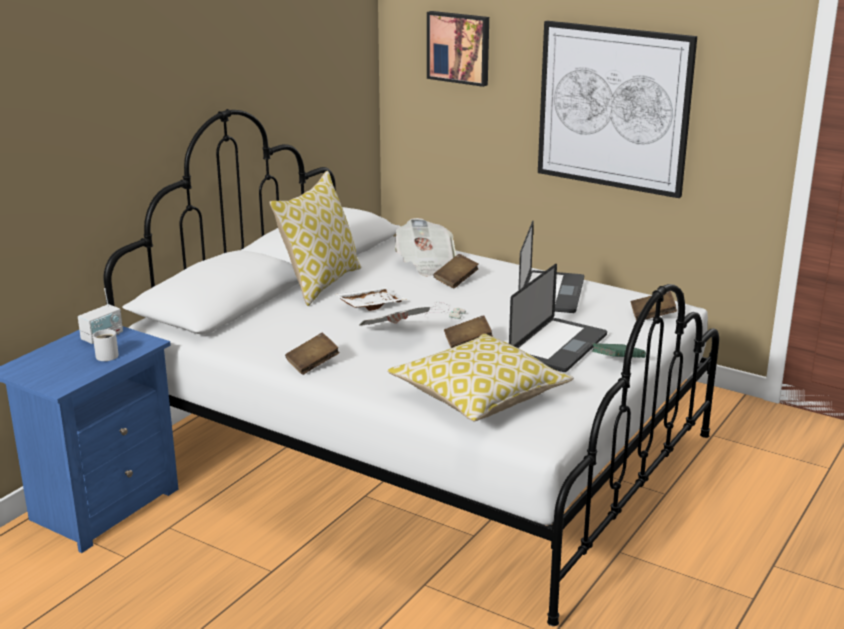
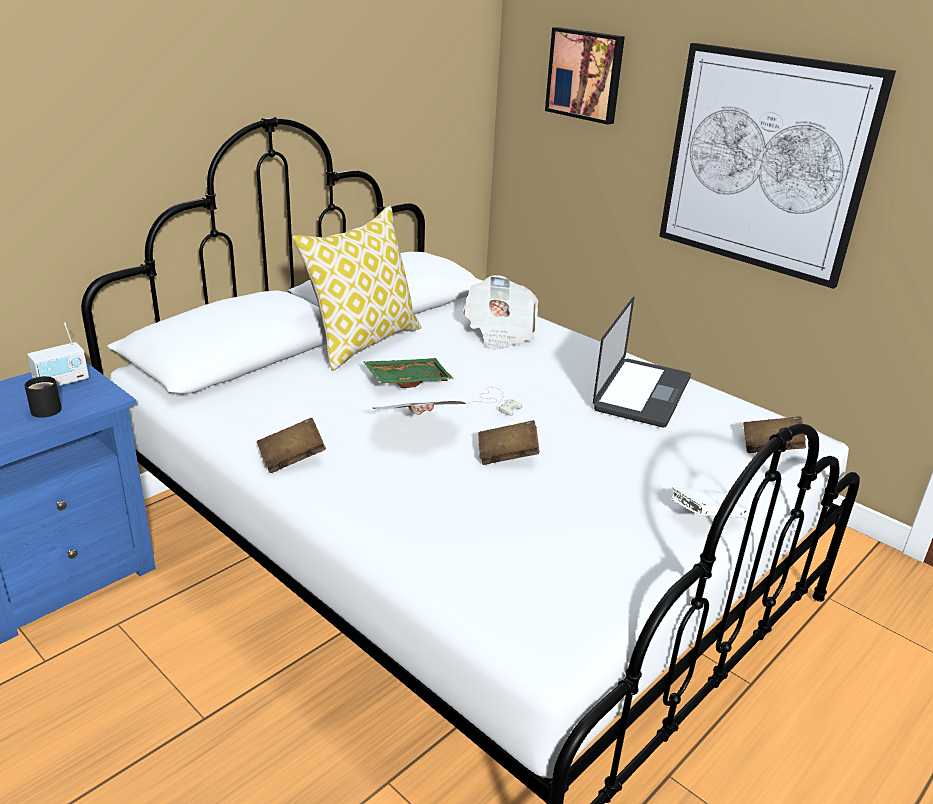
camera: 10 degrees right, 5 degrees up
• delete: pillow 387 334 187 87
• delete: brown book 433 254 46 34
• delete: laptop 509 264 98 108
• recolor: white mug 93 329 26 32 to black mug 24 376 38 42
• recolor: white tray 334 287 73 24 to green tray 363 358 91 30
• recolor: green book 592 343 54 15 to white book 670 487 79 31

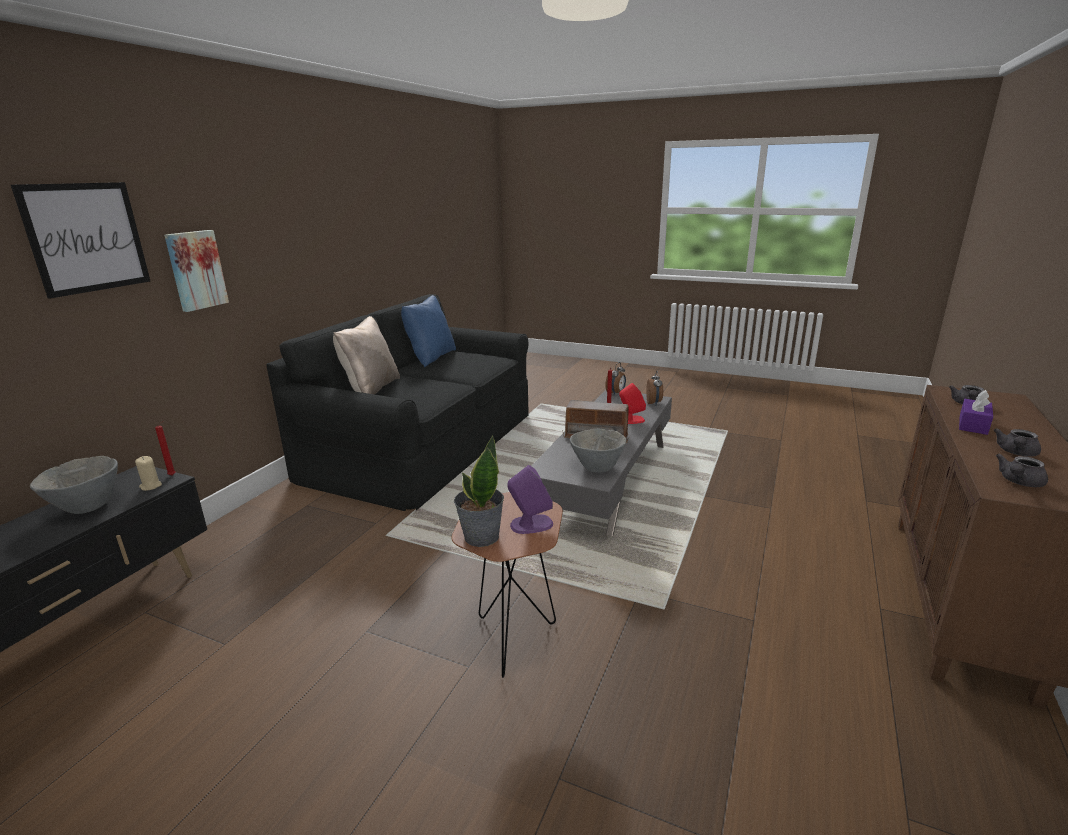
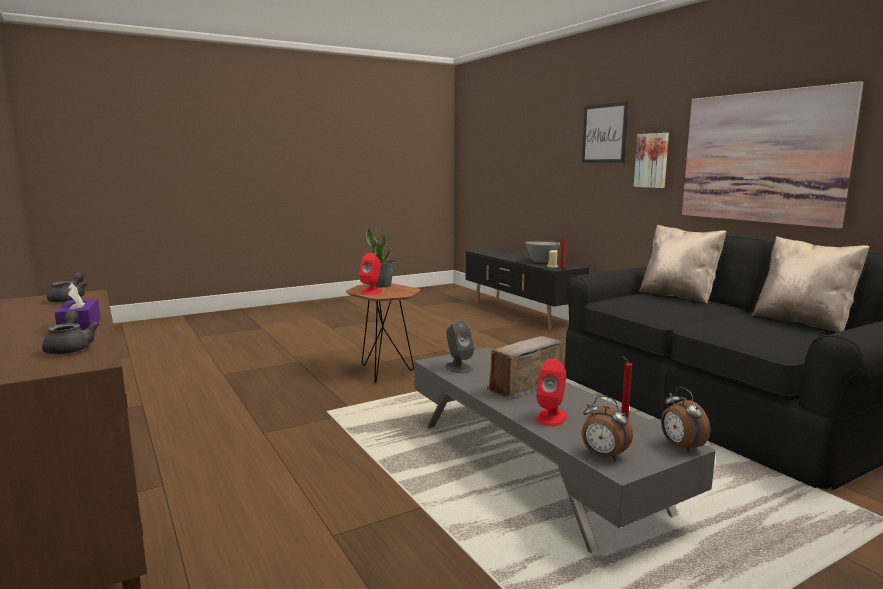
camera: 125 degrees right, 10 degrees down
• delete: grey teapot 994 428 47 29
• insert: picture 682 81 182 148
• replace: grey bowl 570 429 56 44 to grey speaker 445 320 29 53
• recolor: blue pillow 401 295 55 72 to beige pillow 752 236 118 96
• recolor: purple speaker 507 465 46 69 to red speaker 359 253 23 42

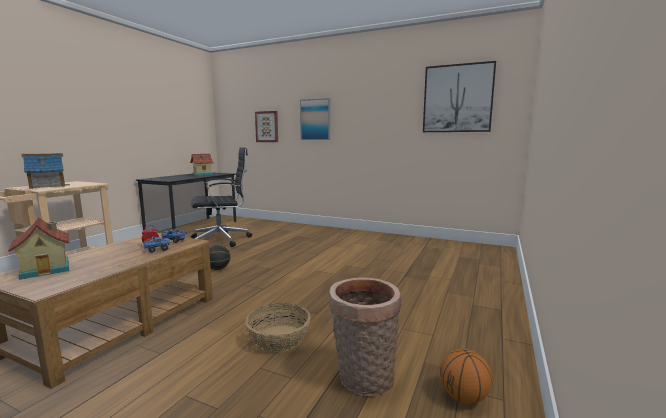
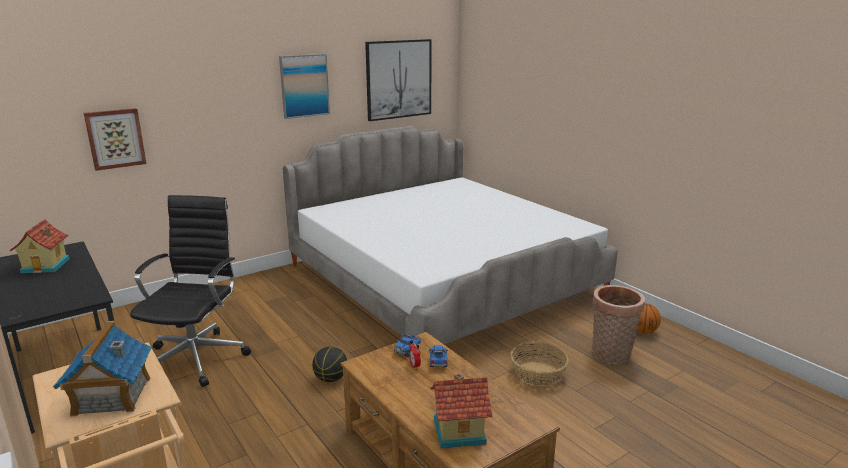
camera: 60 degrees left, 10 degrees up
• insert: bed 283 126 335 218
• move: picture 300 98 30 42 to 279 54 51 65

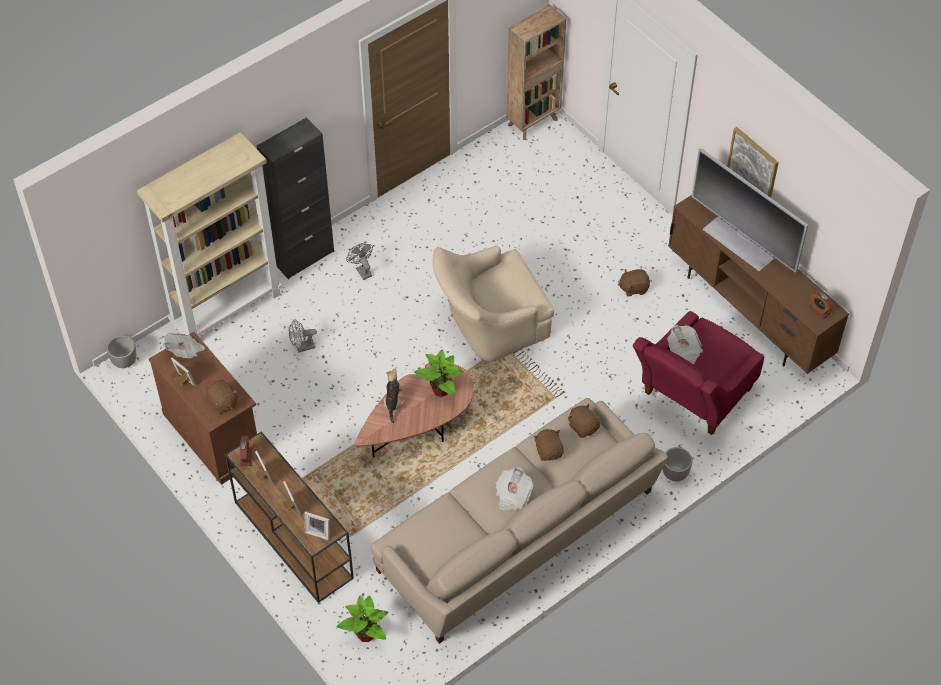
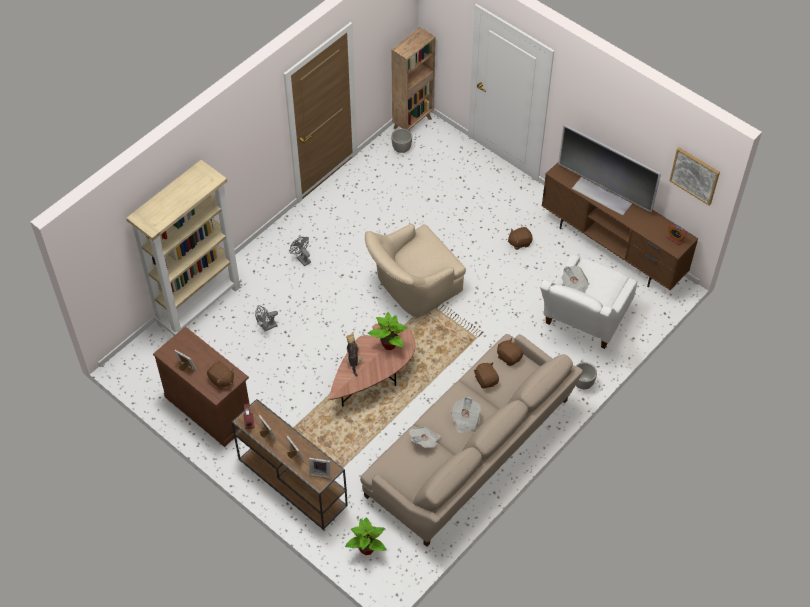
camera: 10 degrees left, 0 degrees up
• delete: black cabinet 257 117 77 162
• move: planter 107 335 29 33 to 391 128 21 25
• move: newspaper 163 333 42 26 to 409 426 32 22
• move: picture 727 127 52 71 to 669 147 51 58
• recolor: red armchair 633 311 131 124 to white armchair 540 254 97 95

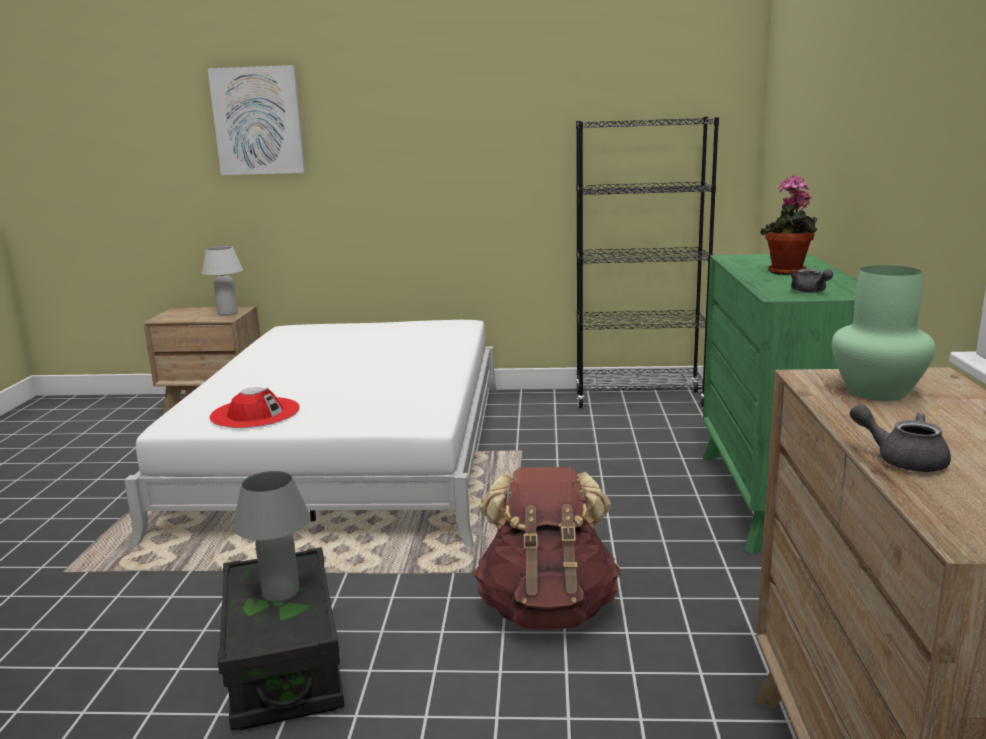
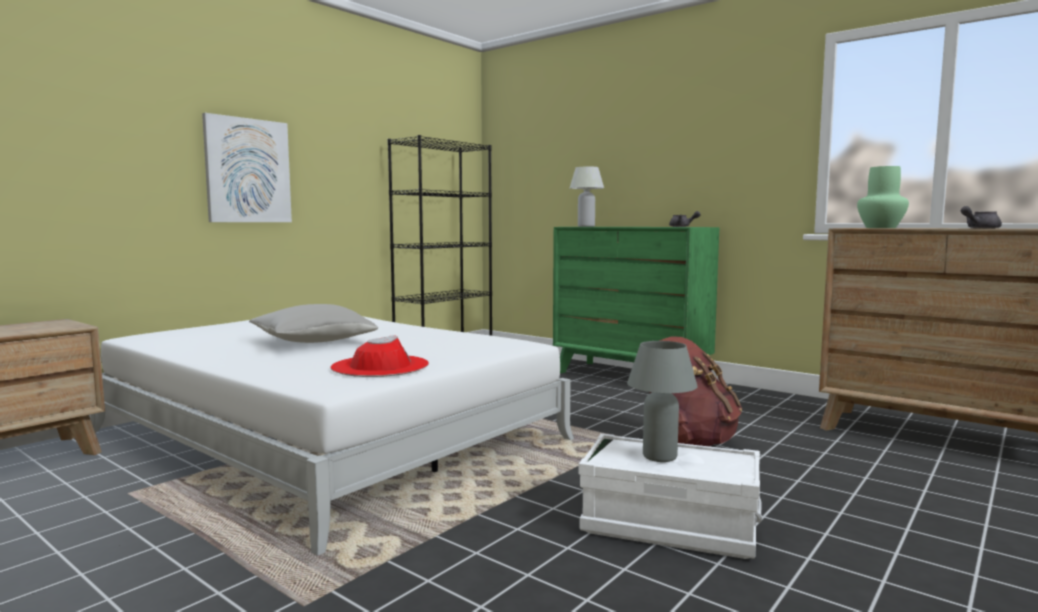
camera: 55 degrees left, 10 degrees down
• delete: potted plant 760 175 57 100
• insert: grey pillow 249 304 129 39
• move: white table lamp 202 246 41 70 to 570 167 34 60
• move: picture 208 65 97 110 to 202 113 90 109
• recolor: black storage box 218 547 126 184 to white storage box 579 433 183 126

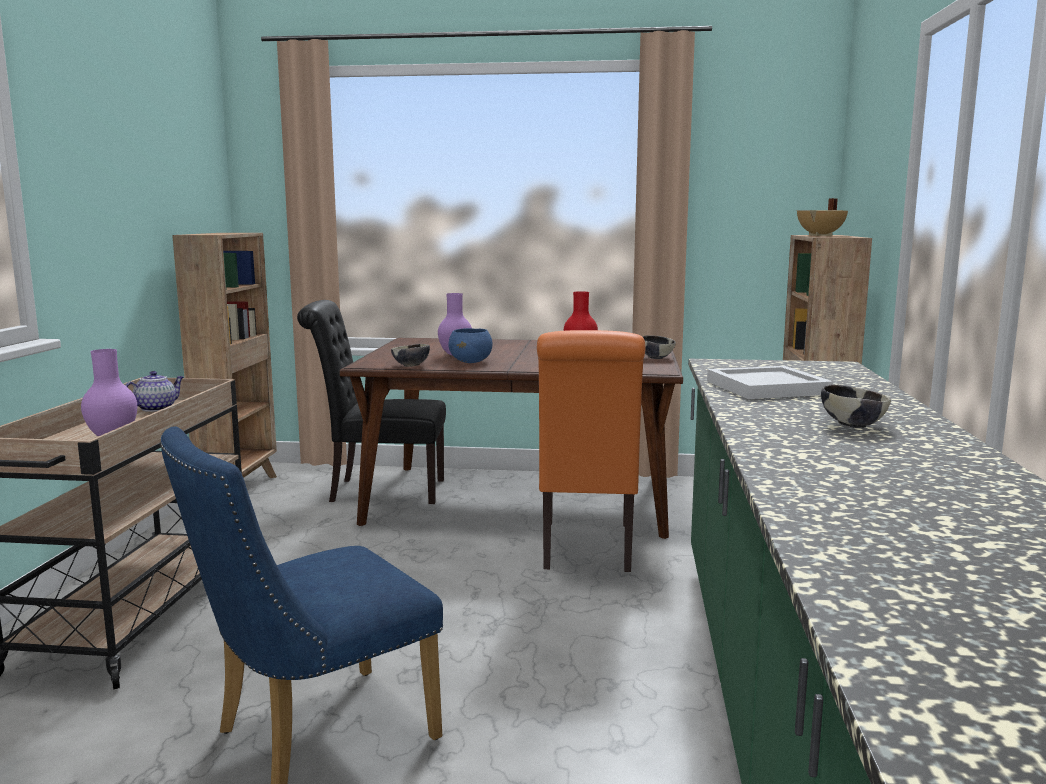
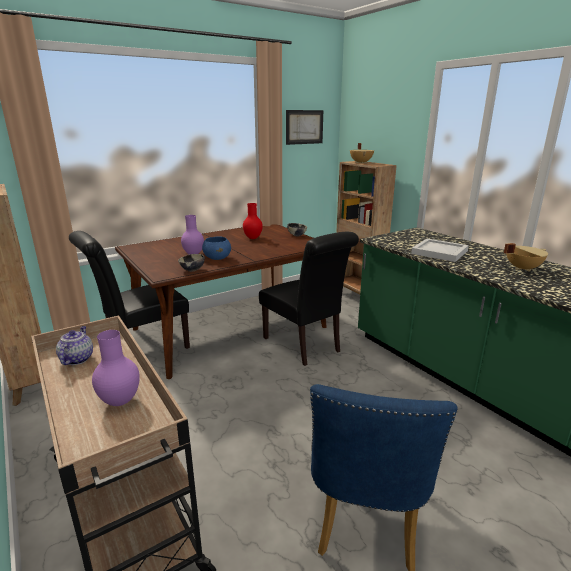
camera: 40 degrees left, 10 degrees up
• insert: picture 286 110 37 35
• replace: bowl 821 385 70 43 to beige cooking pot 504 243 44 29
• recolor: orange chair 537 330 108 242 to black chair 259 232 100 134

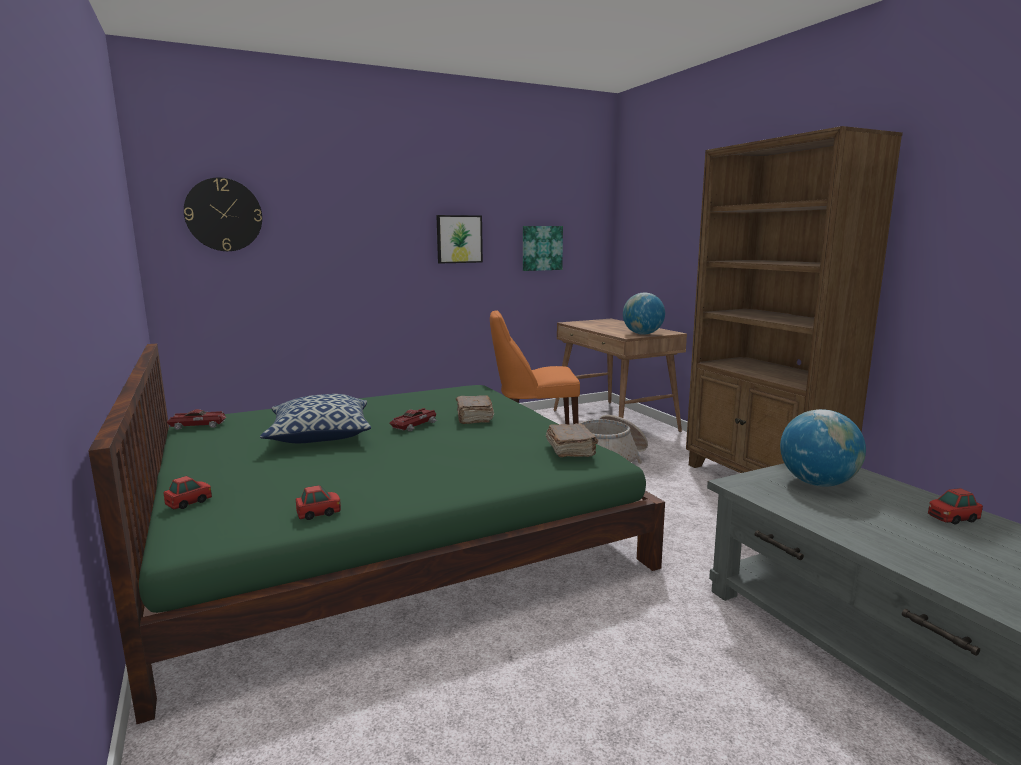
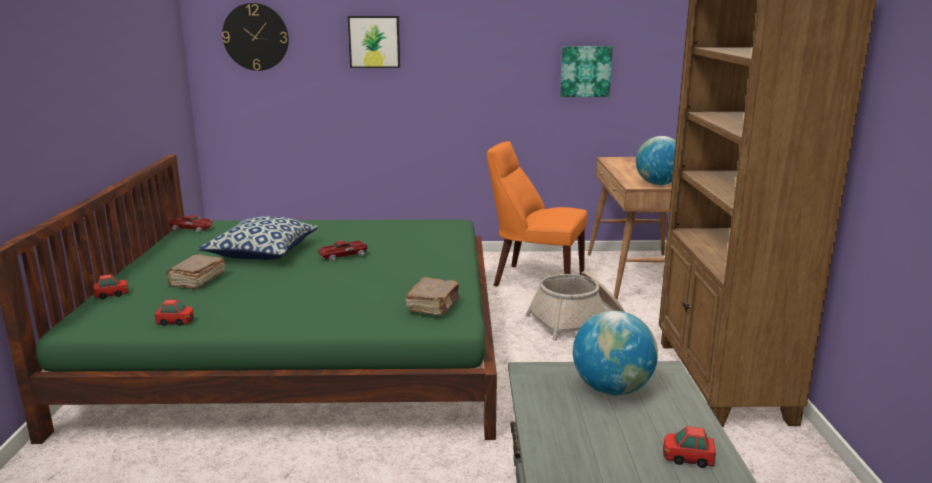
camera: 25 degrees right, 5 degrees up
• move: picture 436 215 47 49 to 348 16 52 52
• move: brown book 456 395 38 29 to 167 255 58 35

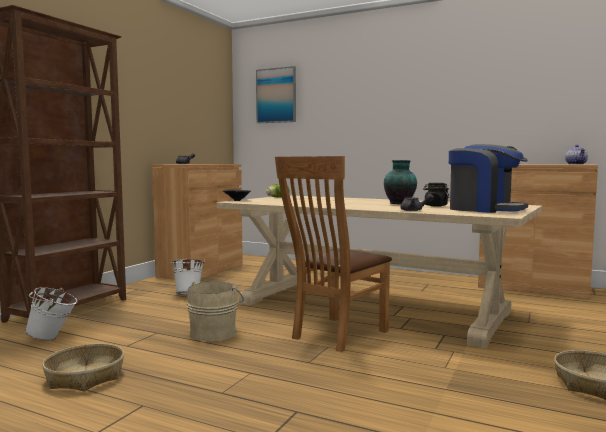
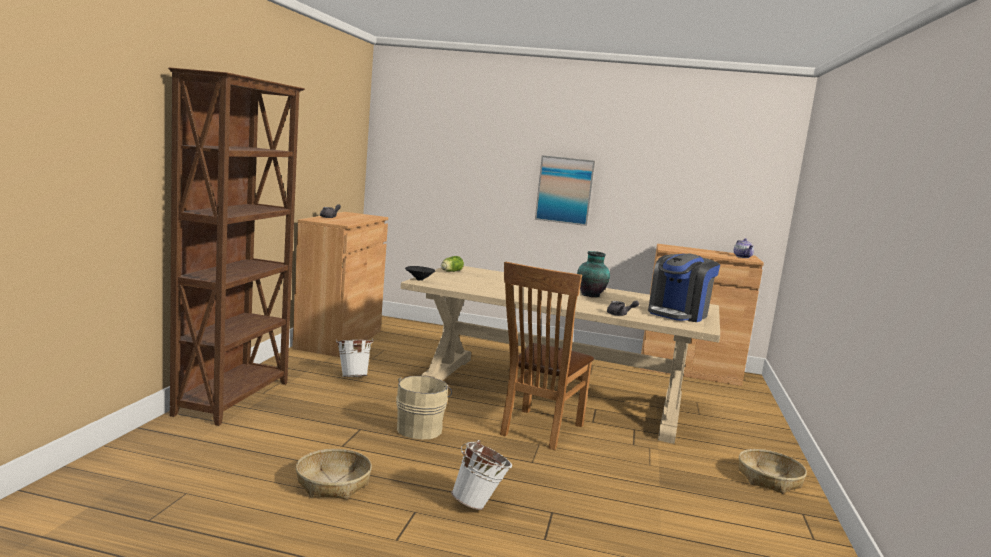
camera: 15 degrees left, 5 degrees up
• delete: black jar 423 183 26 24
• move: white bucket 25 287 53 54 to 451 440 61 70
• move: picture 256 66 40 58 to 535 155 60 71
• rotate: coffee machine 449 144 79 69 = 648 253 73 69 105 degrees clockwise

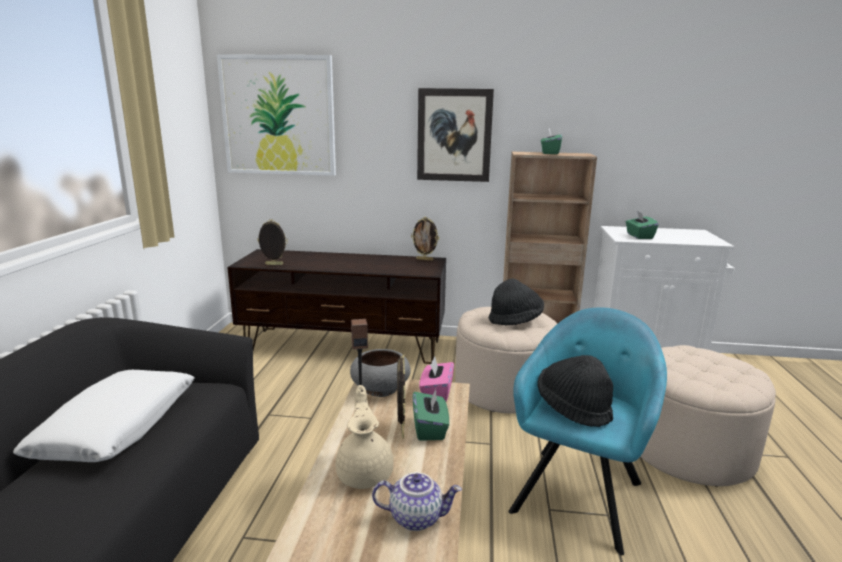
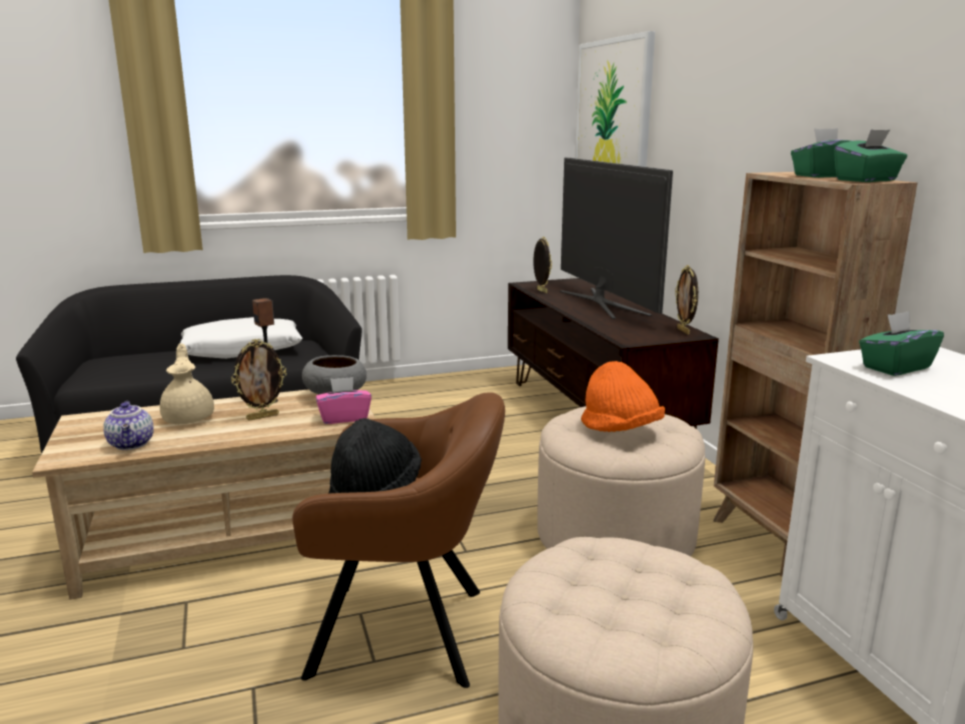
camera: 65 degrees right, 0 degrees up
• delete: picture 417 88 77 94
• insert: television 560 157 113 162
• move: green tissue box 413 389 36 52 to 834 129 73 53
• recolor: black hat 488 278 56 47 to orange hat 581 361 84 71
• recolor: turquoise armchair 509 308 158 247 to brown armchair 292 392 213 296
• rotate: beige teapot 335 385 58 104 = 160 343 54 81 75 degrees counterclockwise

